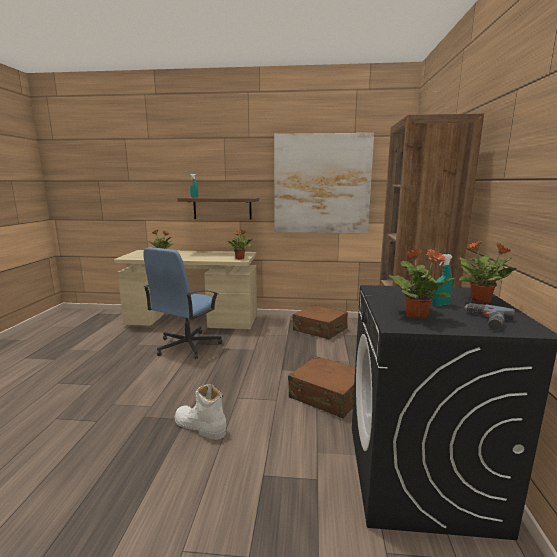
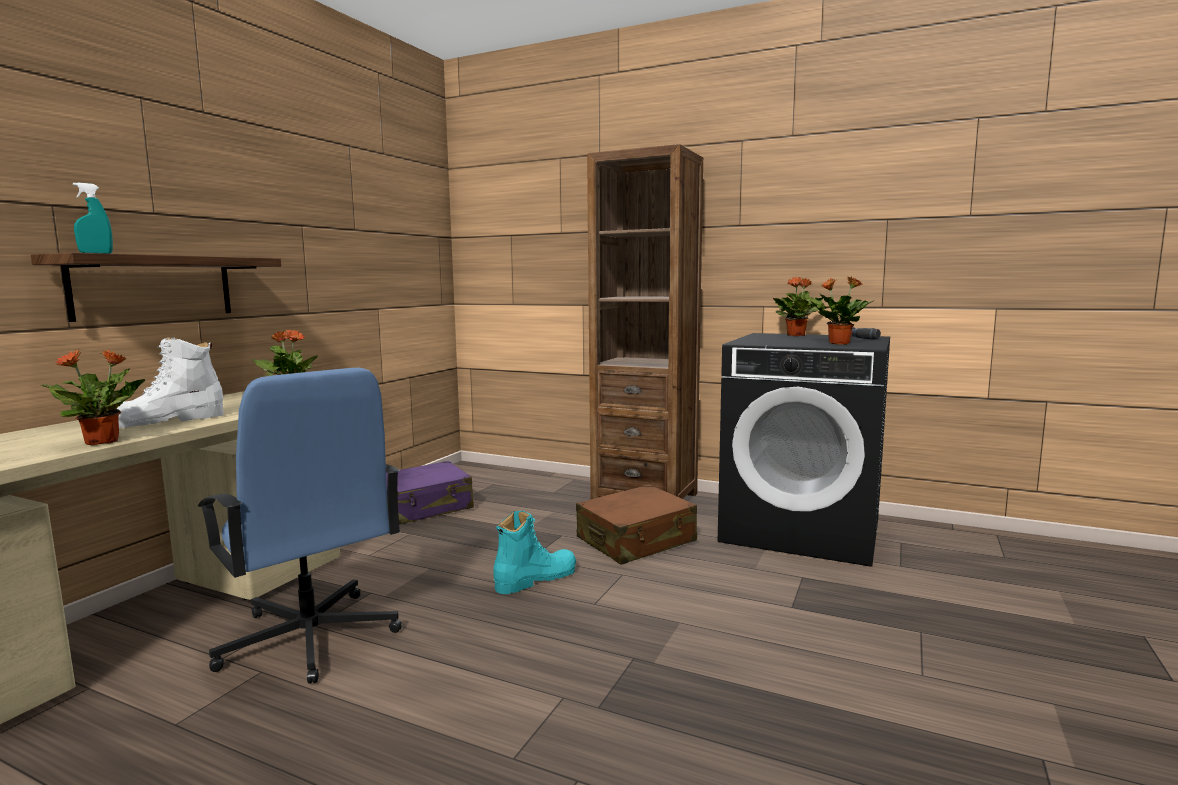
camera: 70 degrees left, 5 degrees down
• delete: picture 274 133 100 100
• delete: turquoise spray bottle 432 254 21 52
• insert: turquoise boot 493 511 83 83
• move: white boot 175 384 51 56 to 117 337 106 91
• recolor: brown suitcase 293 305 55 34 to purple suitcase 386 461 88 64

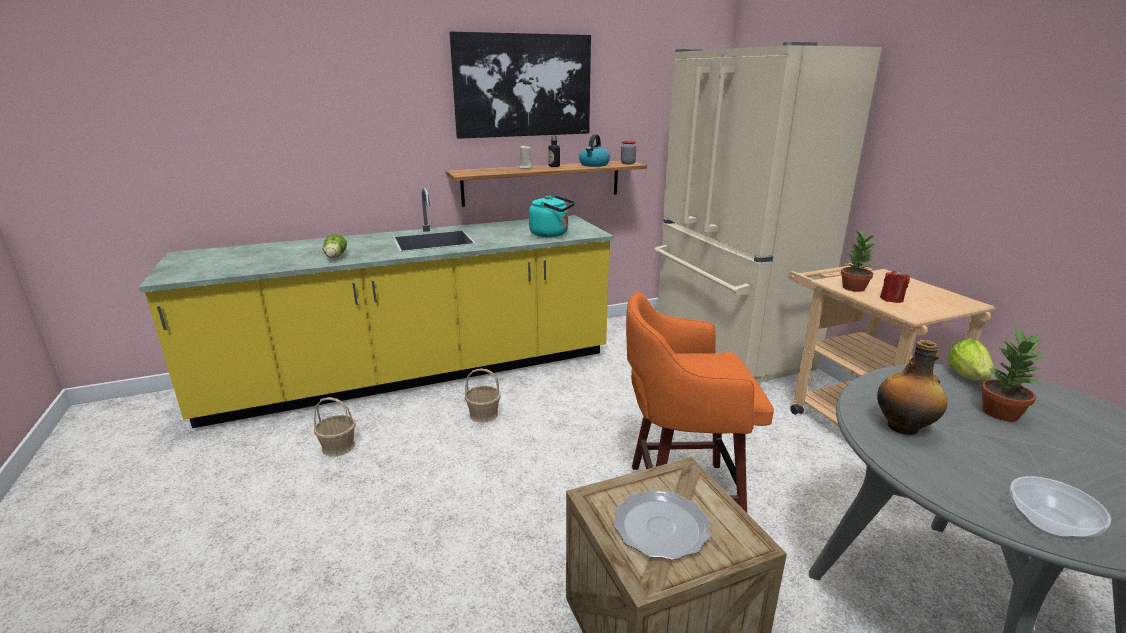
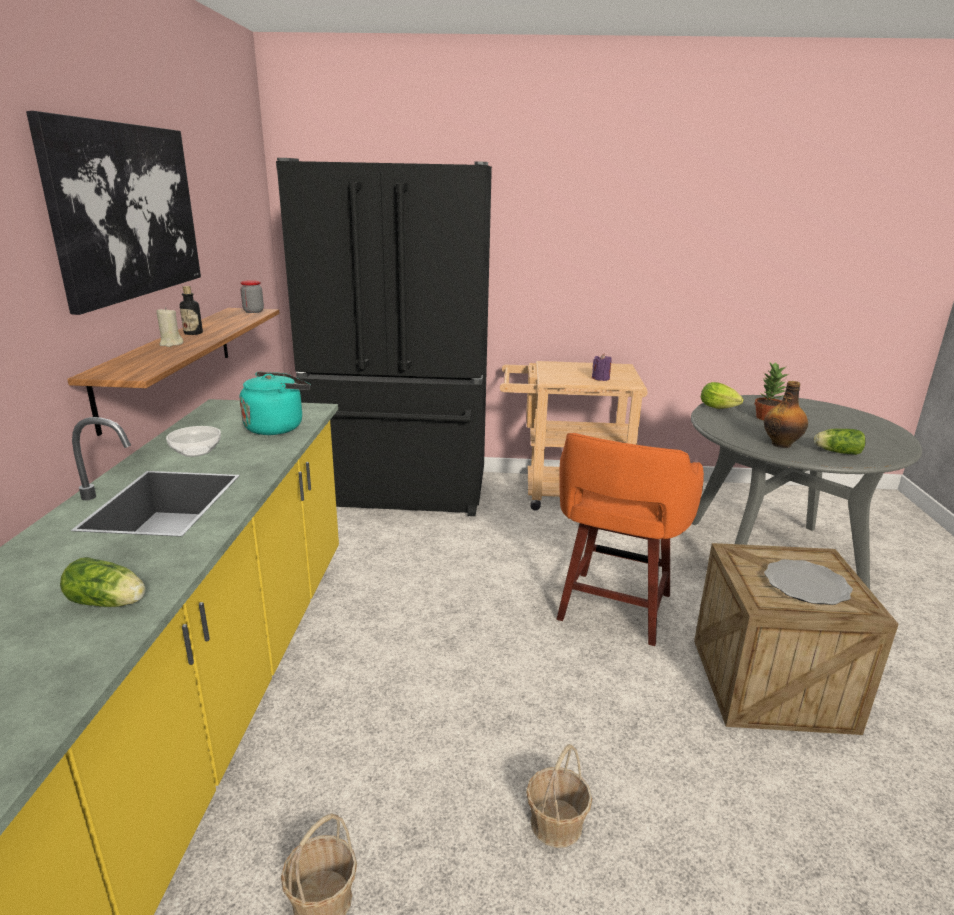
camera: 65 degrees left, 0 degrees up
• delete: kettle 579 134 31 33
• delete: potted plant 841 230 36 62
• insert: lettuce 814 429 52 26
• move: basket 465 368 36 55 to 526 744 66 104
• move: bowl 1010 476 101 64 to 166 426 55 31
• recolor: beige fridge 654 42 228 341 to black fridge 276 158 216 358
• recolor: red candle 880 270 30 33 to purple candle 592 353 20 28

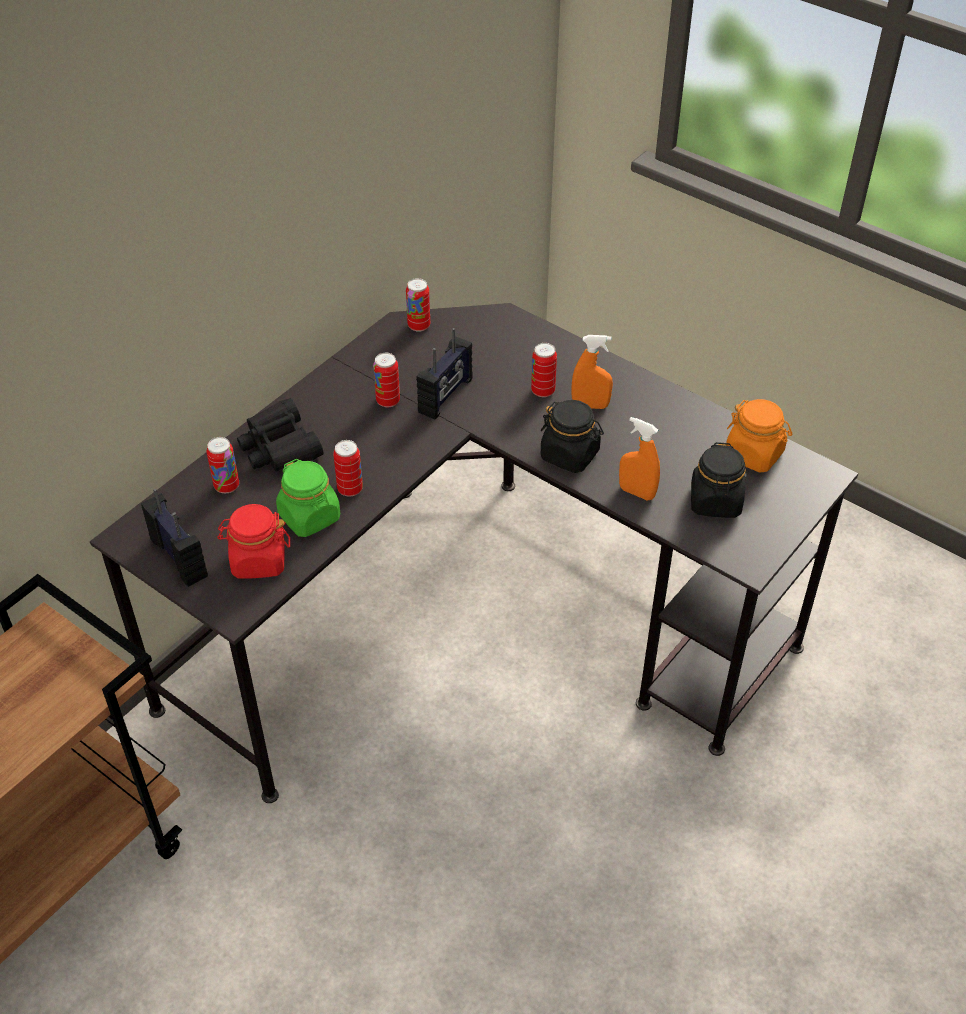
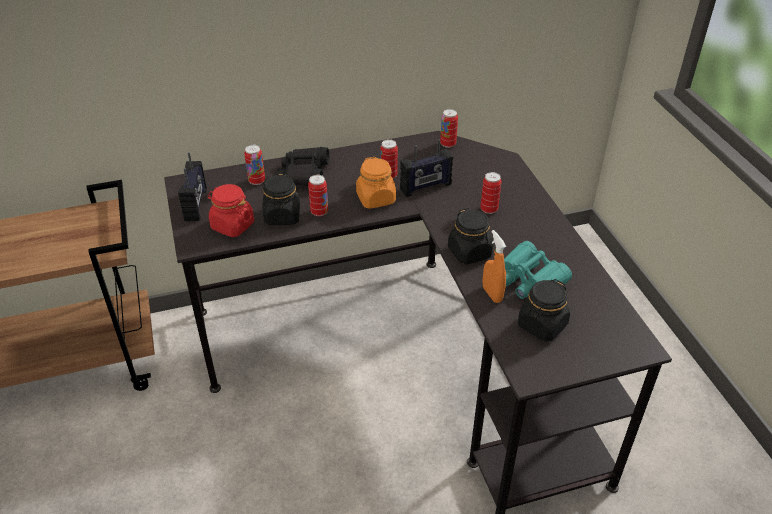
camera: 35 degrees right, 5 degrees down
• delete: orange spray bottle 571 335 42 74
• insert: turquoise binoculars 504 241 68 58
• move: orange jar 726 399 67 73 to 356 157 40 52
• recolor: green jar 276 459 64 78 to black jar 262 173 38 52

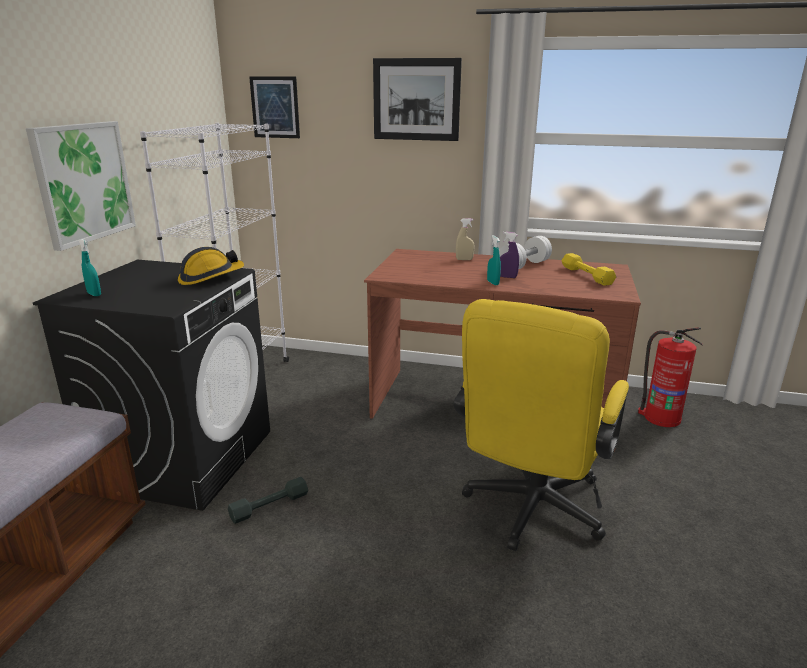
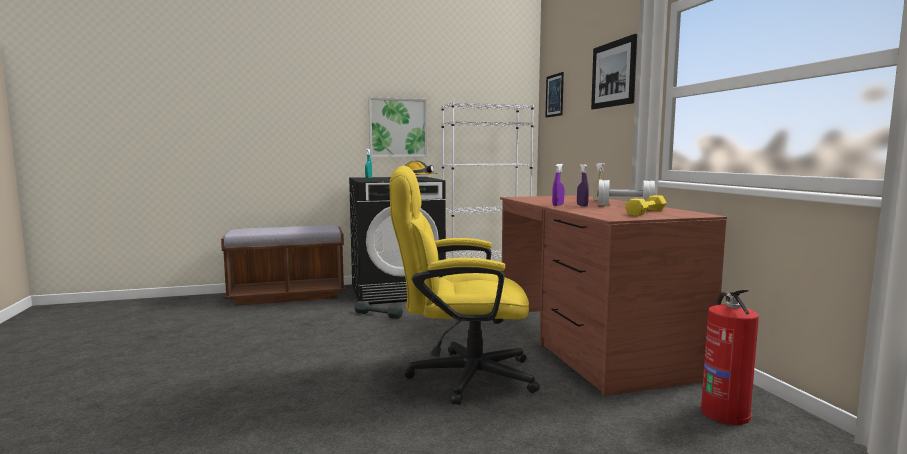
camera: 60 degrees right, 15 degrees down
• recolor: turquoise spray bottle 487 235 14 50 to purple spray bottle 552 164 12 42

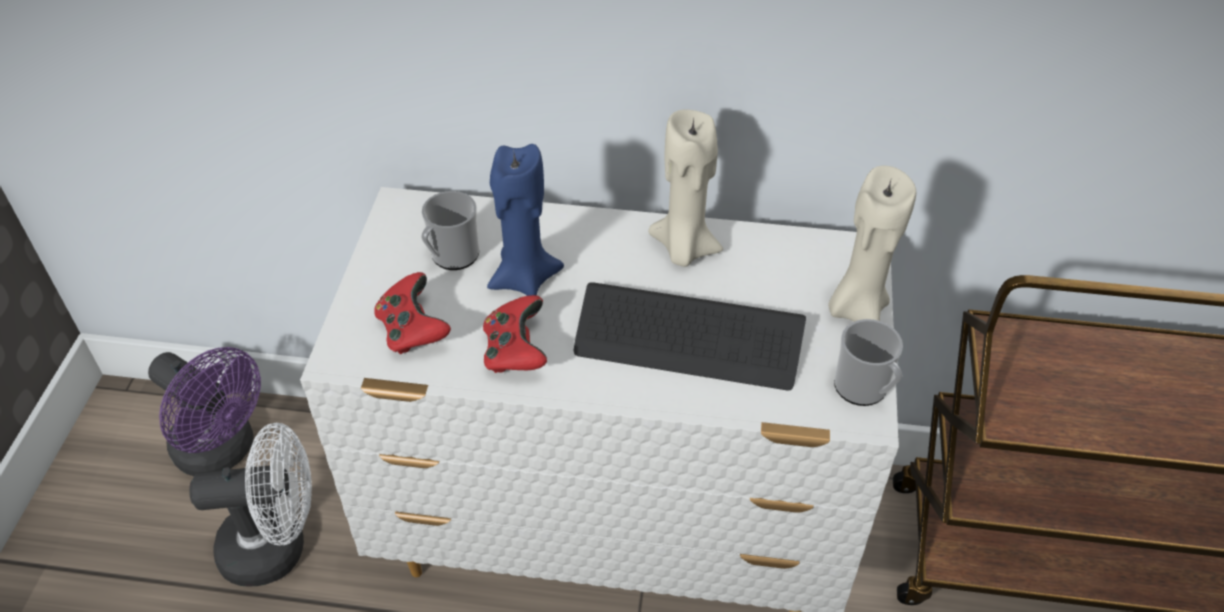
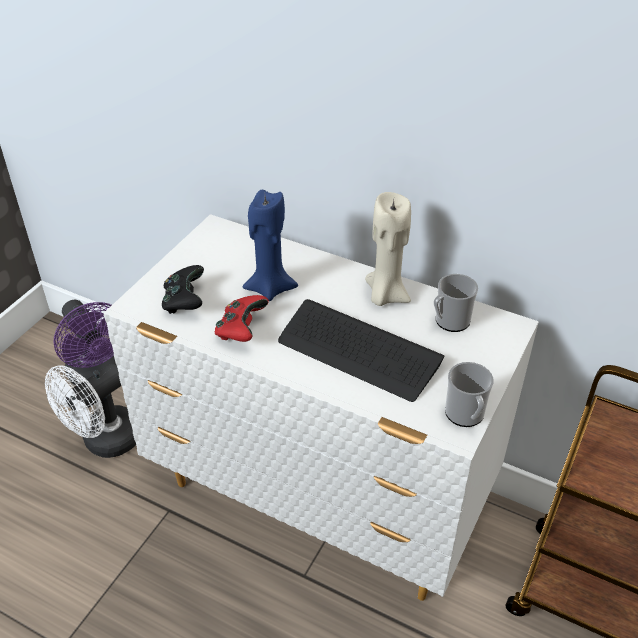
camera: 20 degrees right, 5 degrees down
• delete: beige candle 828 166 88 156
• move: mug 421 191 58 79 to 434 274 44 58
• recolor: red game controller 374 272 77 83 to black game controller 162 265 42 49
• rotate: white fan 189 423 123 163 = 45 364 91 94 120 degrees clockwise

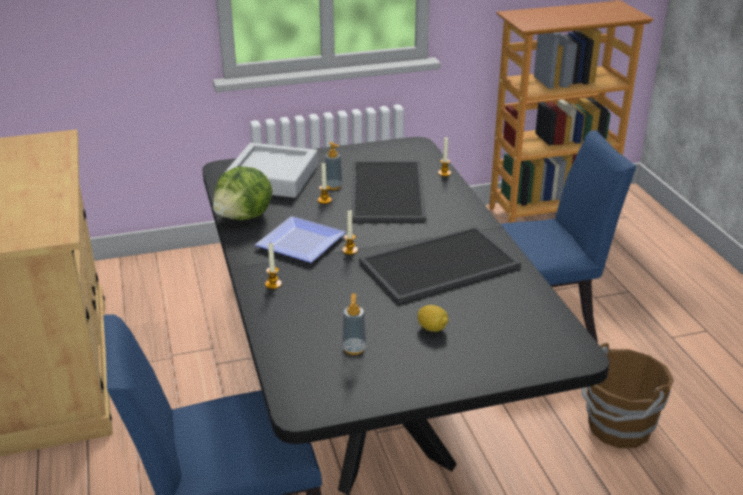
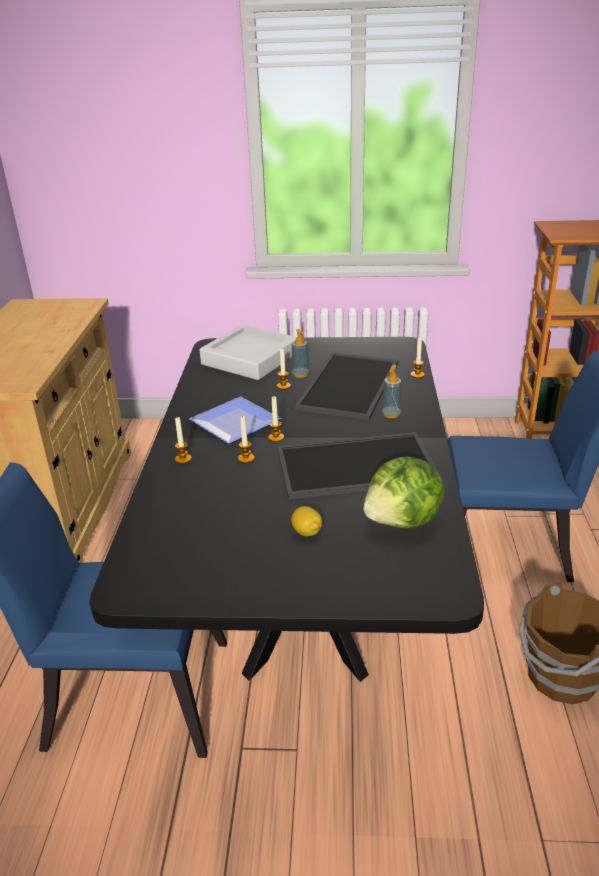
camera: 20 degrees right, 0 degrees up
• insert: candle 238 416 17 47
• move: lettuce 213 166 59 54 to 363 456 82 72
• move: soap dispenser 342 293 24 62 to 382 365 20 53

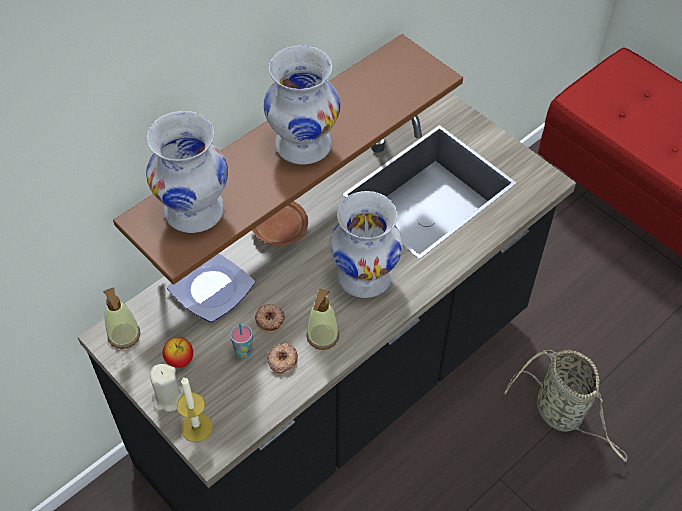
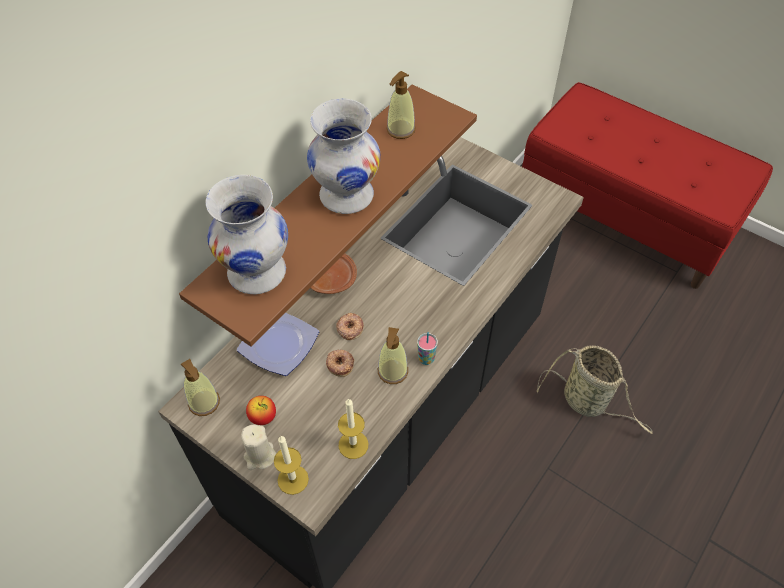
camera: 10 degrees left, 0 degrees up
• delete: white vase 329 191 74 107
• insert: candle 338 398 30 61
• insert: soap dispenser 387 71 29 68
• move: cup 230 324 23 35 to 417 332 21 33
• move: donut 267 343 31 31 to 336 313 28 27

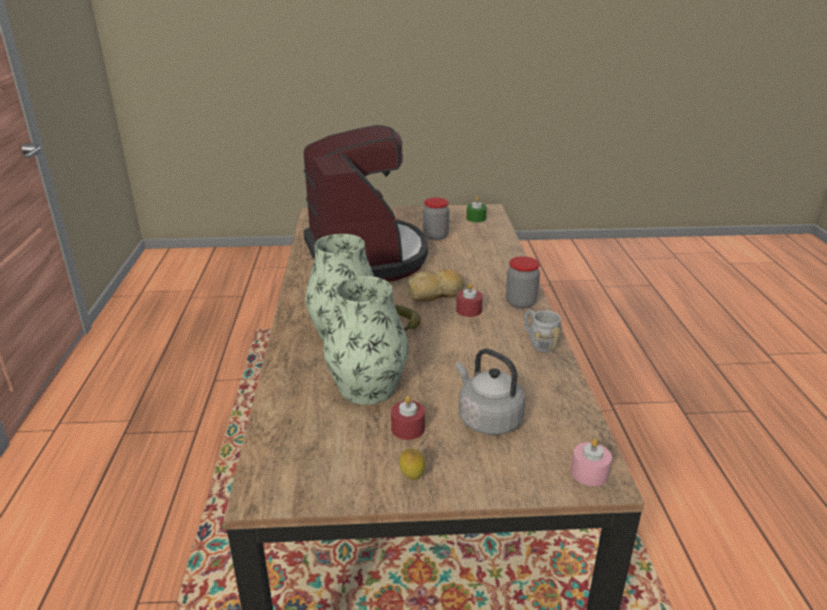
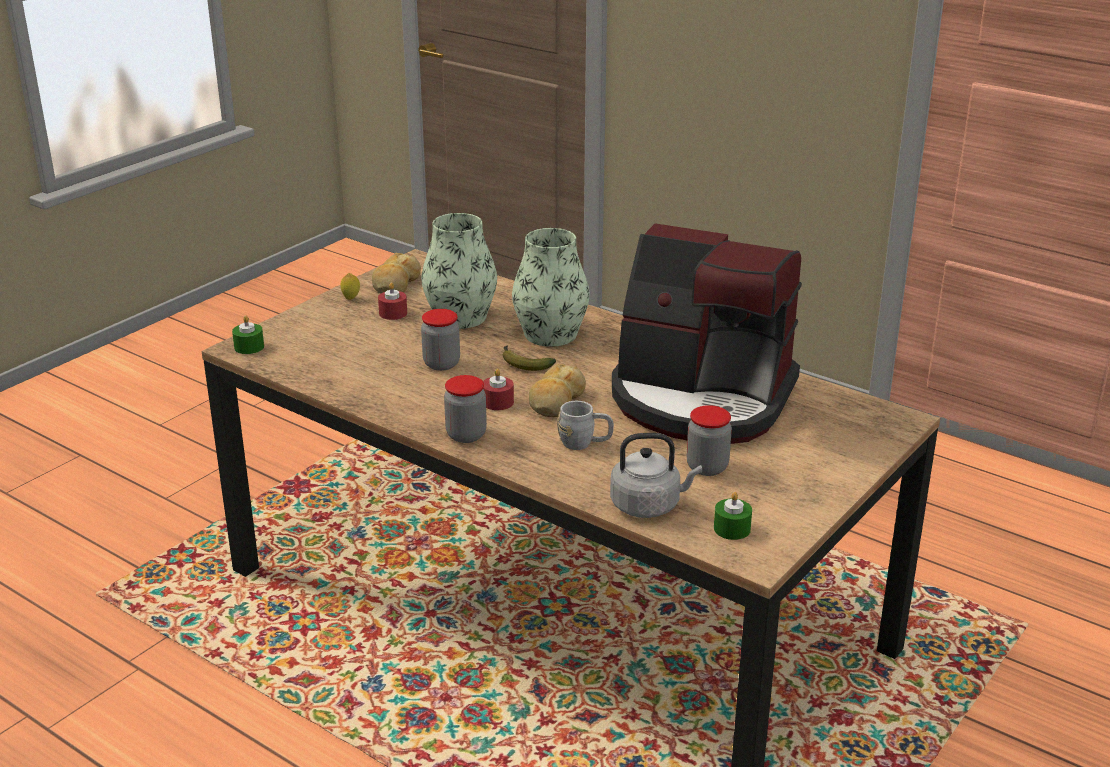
camera: 130 degrees right, 0 degrees up
• insert: bread 372 253 49 41
• insert: jar 421 309 39 62
• move: grey kettle 456 349 69 86 to 610 433 92 85
• move: grey mug 524 310 38 42 to 557 401 57 49
• recolor: pink candle 571 438 41 48 to green candle 232 315 32 39

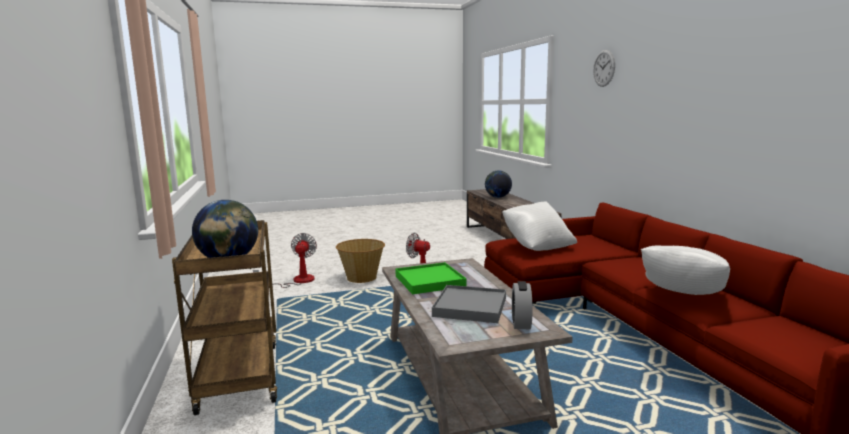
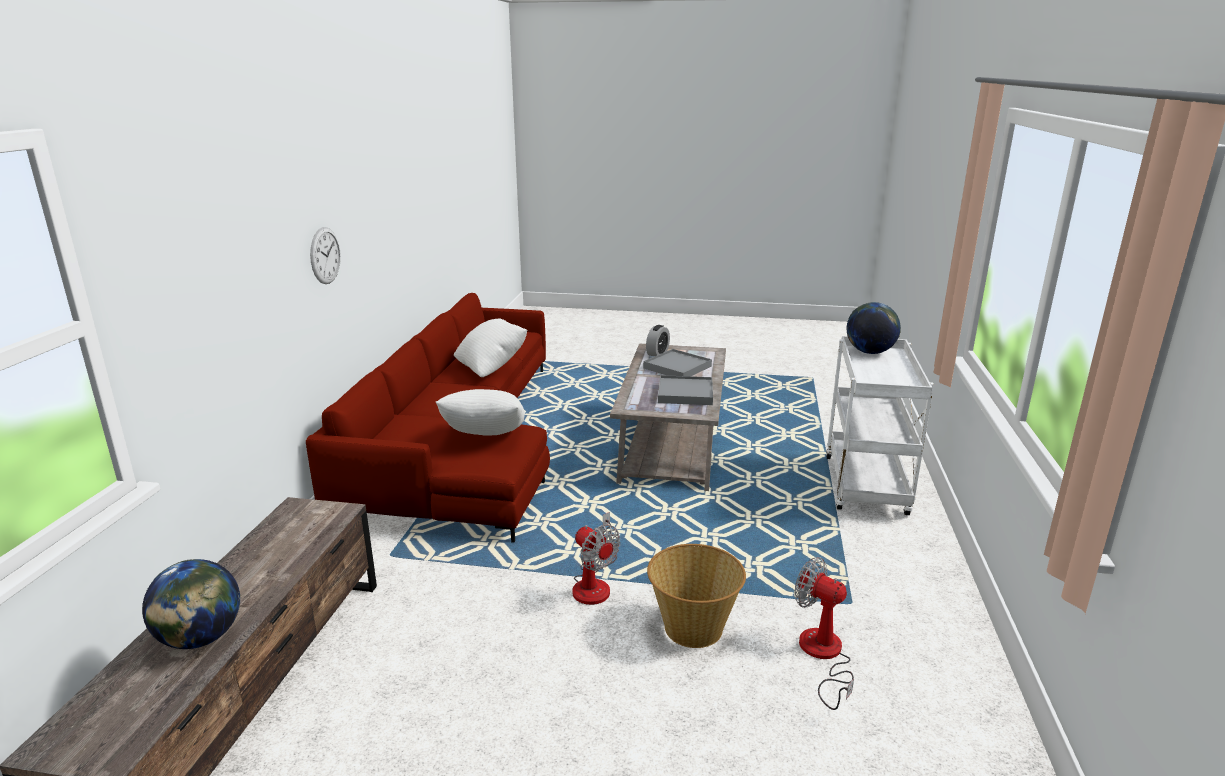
camera: 155 degrees left, 10 degrees up
• move: wall clock 593 50 22 37 to 310 227 31 57
• recolor: brown cart 172 220 105 195 to white cart 826 336 108 179
• recolor: green tray 395 262 72 33 to grey tray 658 375 55 30
• rotate: fan 253 233 64 55 = 795 557 59 153 105 degrees clockwise

